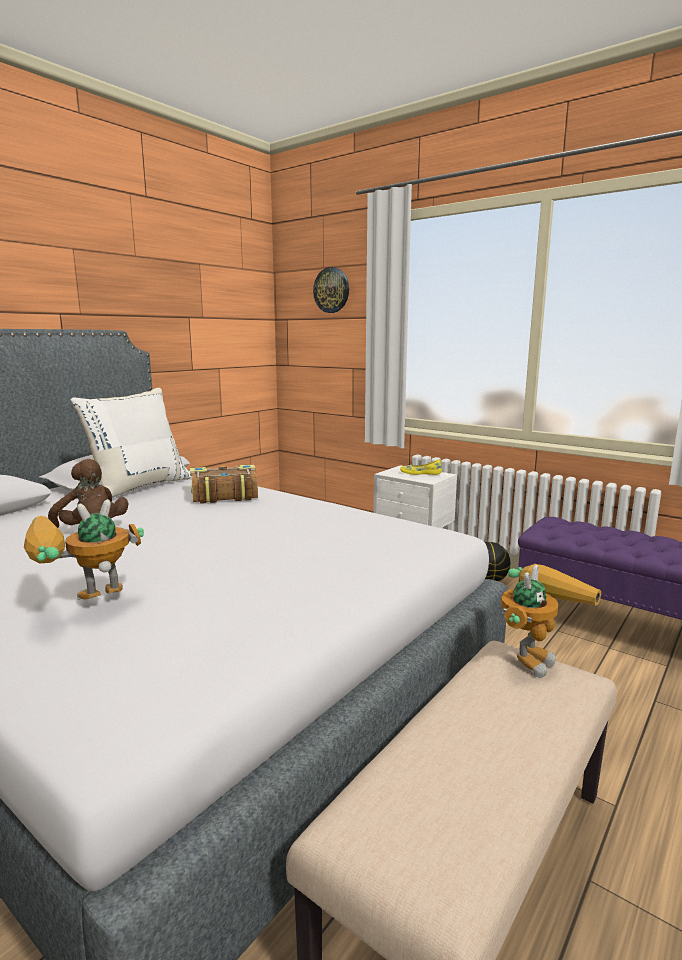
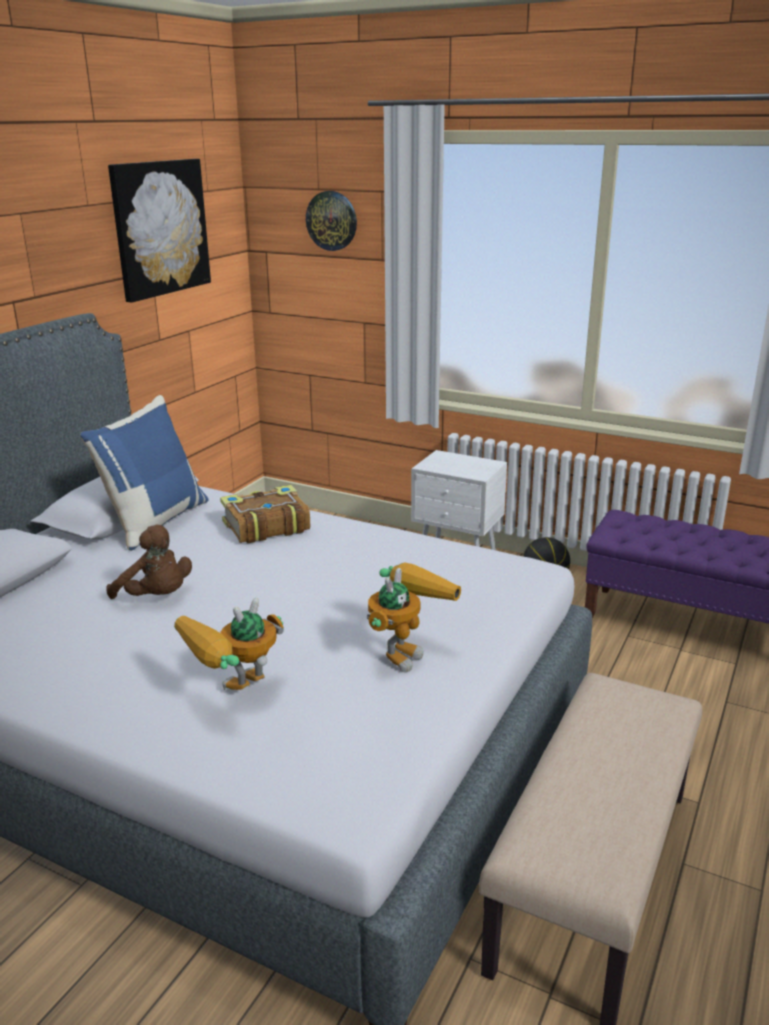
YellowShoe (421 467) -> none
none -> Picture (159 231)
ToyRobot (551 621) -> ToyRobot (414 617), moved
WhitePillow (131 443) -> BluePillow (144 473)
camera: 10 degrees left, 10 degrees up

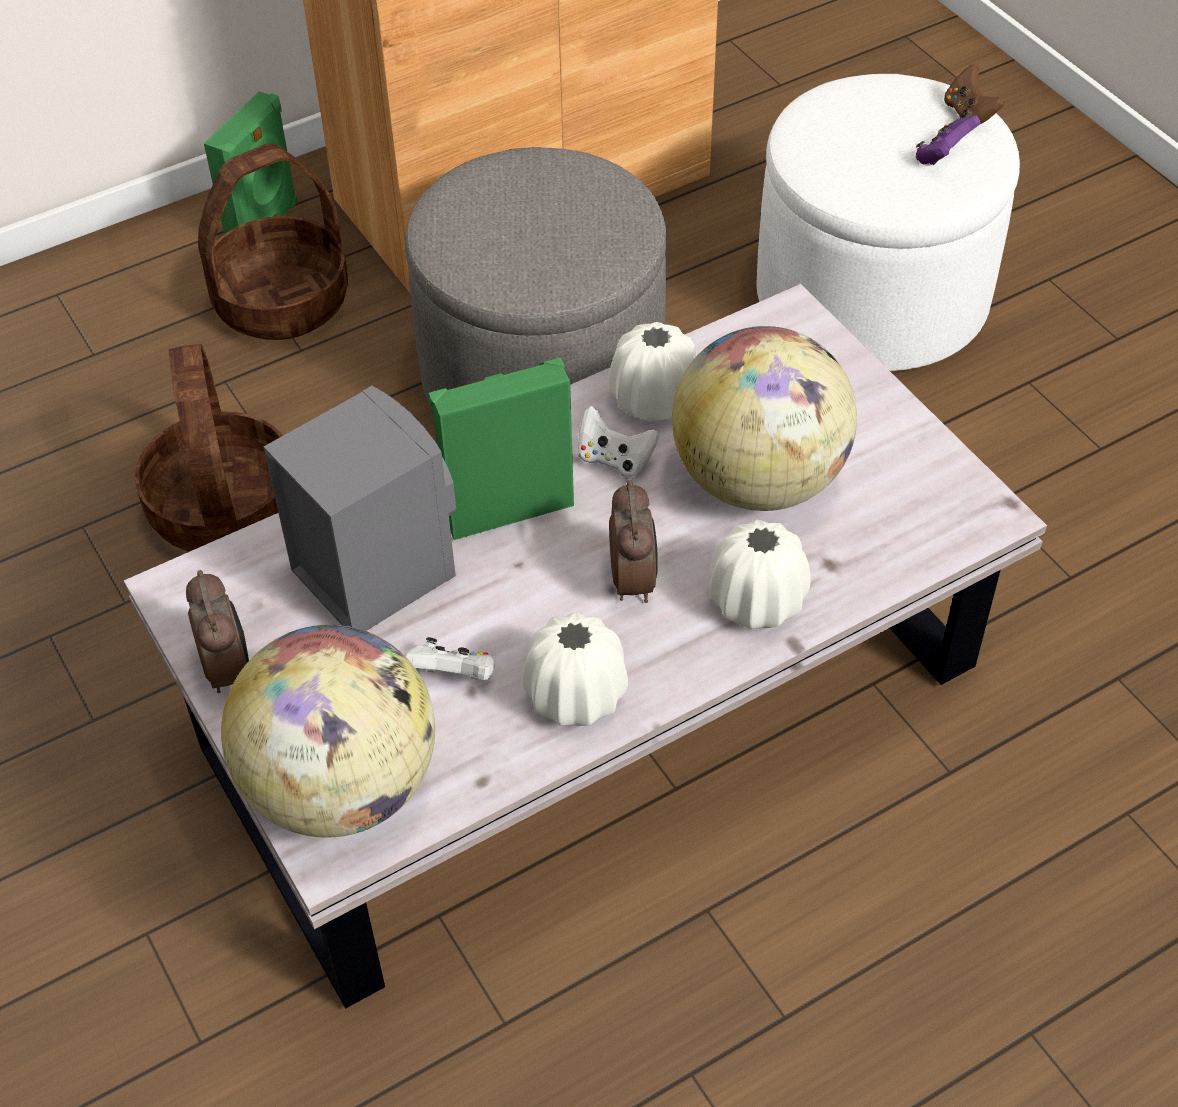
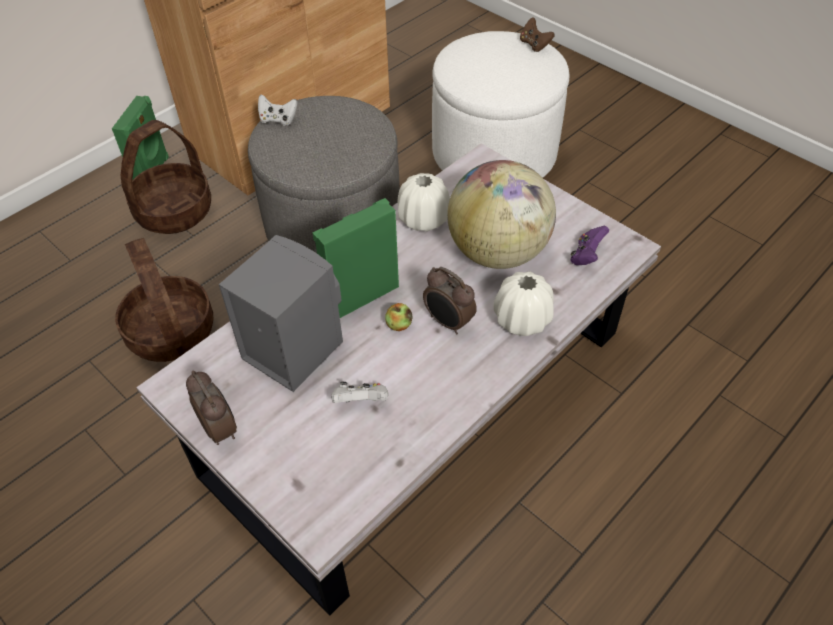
Globe (328 731) -> none
WhiteVase (575 669) -> none
none -> Apple (399 317)
WhiteGameController (618 442) -> WhiteGameController (278 110), moved
PurpleGameController (948 140) -> PurpleGameController (589 245), moved
AlarmClock (633 541) -> AlarmClock (450 300), 150 degrees clockwise
camera: 15 degrees left, 0 degrees up

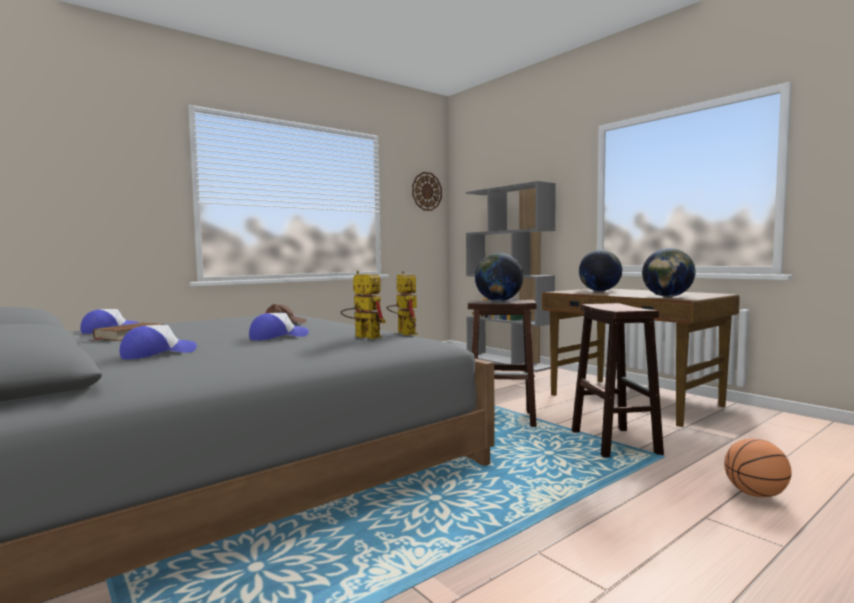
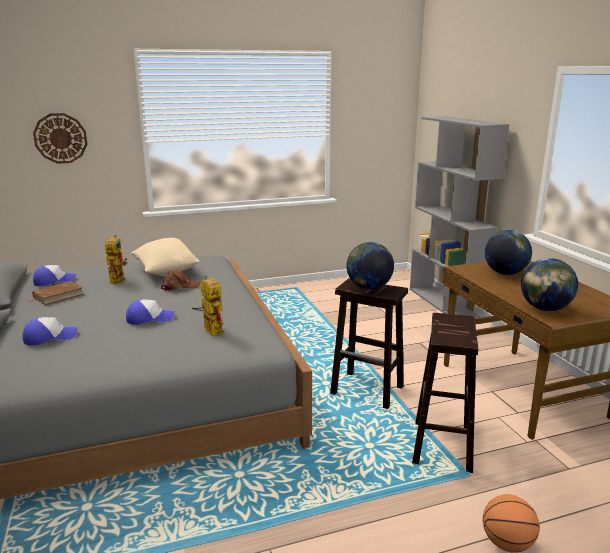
none -> BeigePillow (165 257)
ToyRobot (402 303) -> ToyRobot (116 259), moved
WallClock (427 191) -> WallClock (60 138), moved
camera: 20 degrees right, 15 degrees up

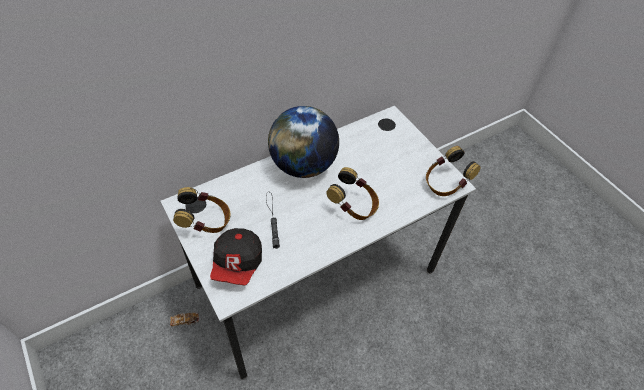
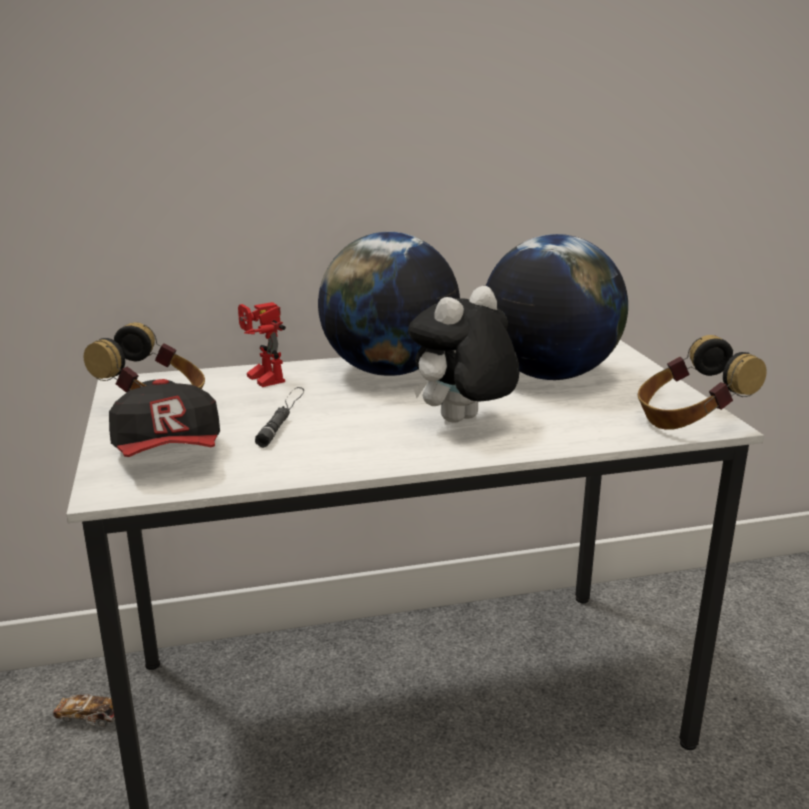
none -> ToyRobot (262 344)
none -> Globe (557 307)
Headphones (352 193) -> PlushToy (463 354)
Cap (236 257) -> Cap (164 418), 45 degrees counterclockwise
camera: 20 degrees right, 30 degrees down

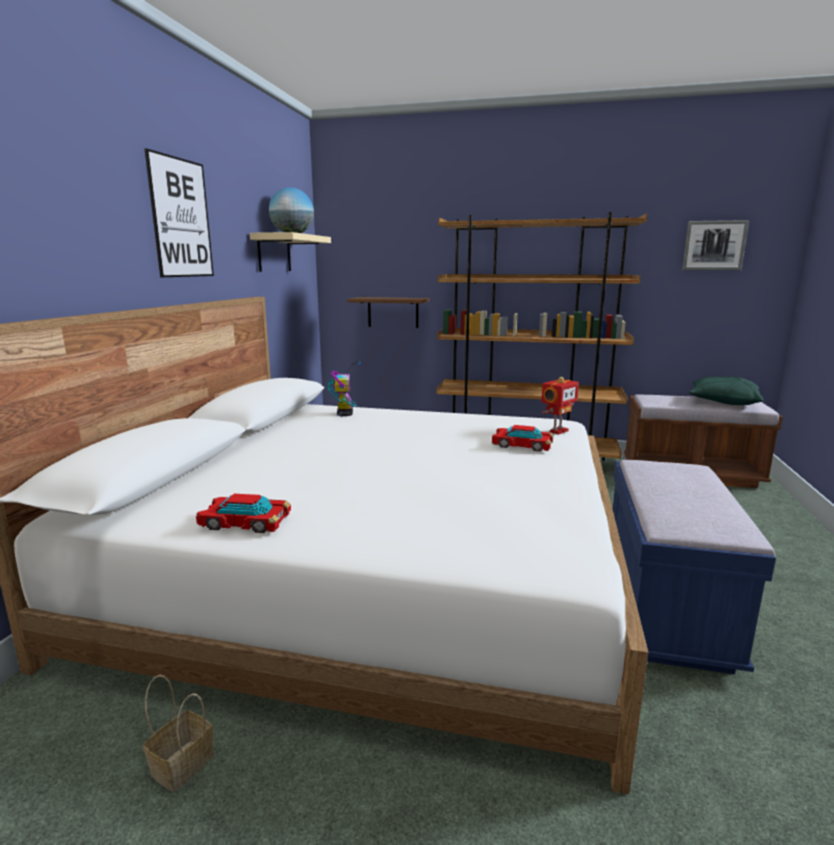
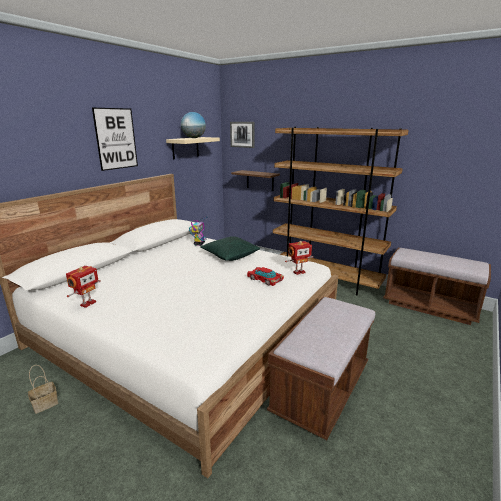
Picture (715 245) -> Picture (242 135), moved
GreenPillow (726 390) -> GreenPillow (230 248), moved
ToyCar (243 513) -> ToyRobot (83 287)
BlueBench (694 567) -> BrownBench (321 368)
camera: 20 degrees right, 5 degrees up

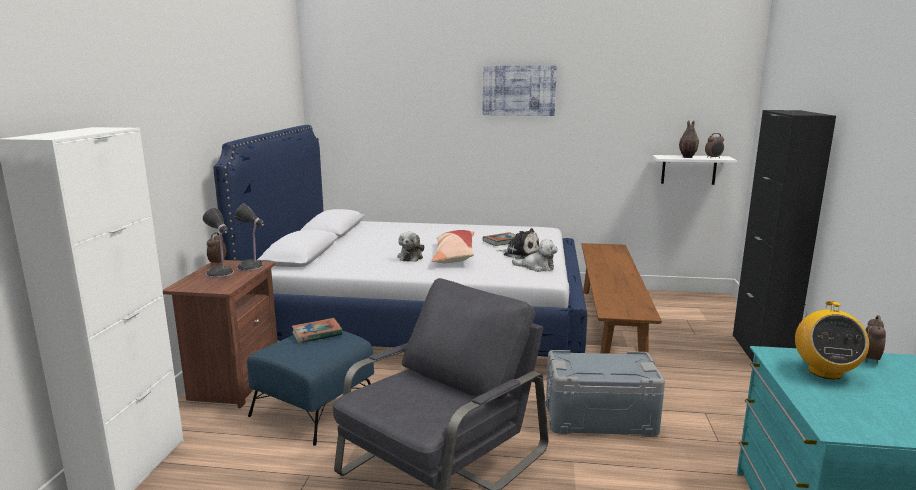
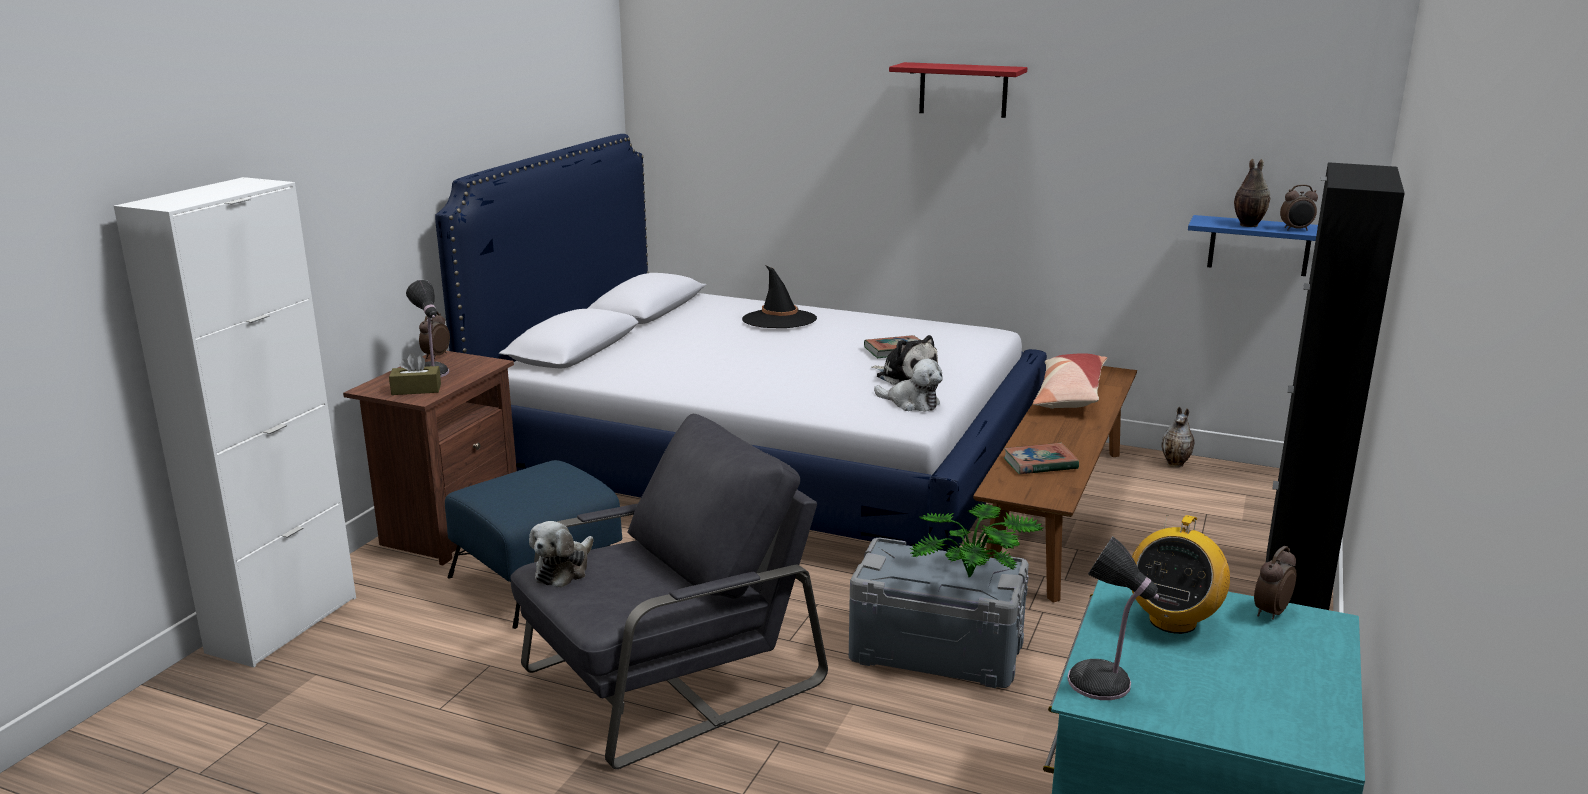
none -> BrownTissueBox (415 374)
none -> BlackHat (779 296)
none -> PottedPlant (976 540)
none -> Vase (1178 437)
TableLamp (249 237) -> TableLamp (1113 618), moved
Book (317 330) -> Book (1041 458), moved
PlushToy (410 247) -> PlushToy (561 554), moved
Pillow (453 247) -> Pillow (1070 381), moved
Picture (519 90) -> RedShelf (958 90)
WhiteShelf (694 170) -> BlueShelf (1253 245)
camera: 15 degrees right, 5 degrees up

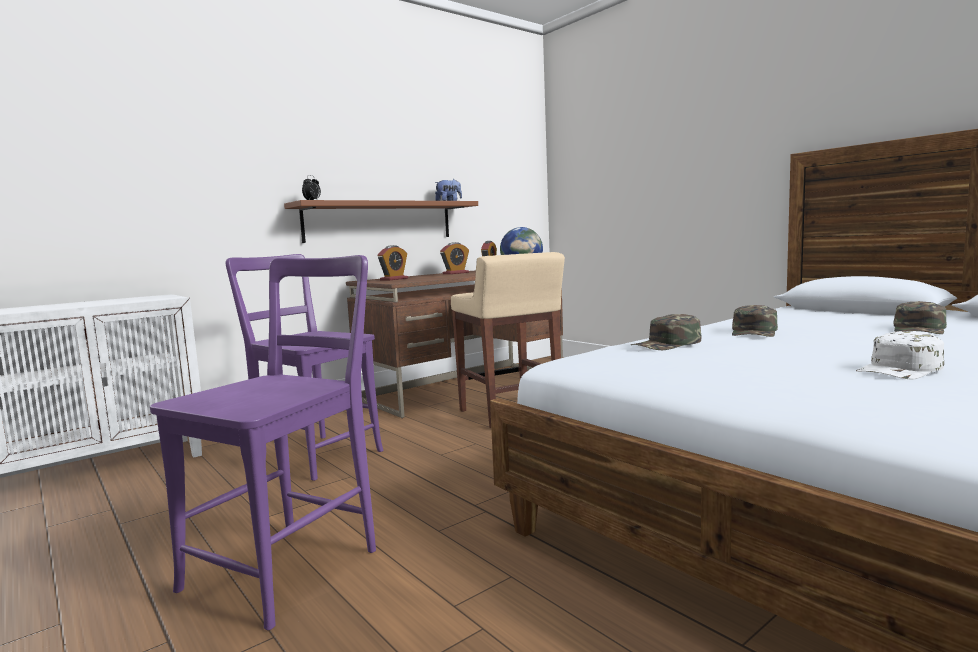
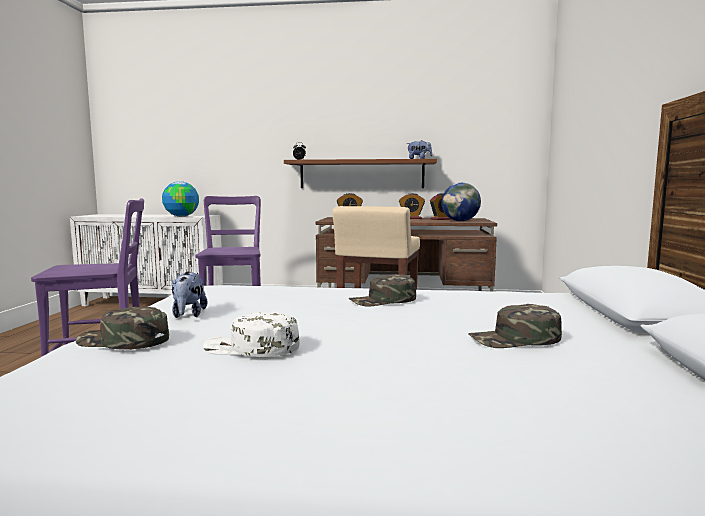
none -> Globe (180 199)
none -> PlushToy (190 295)
GreenCap (666 332) -> GreenCap (122 328), moved
camera: 45 degrees right, 0 degrees up

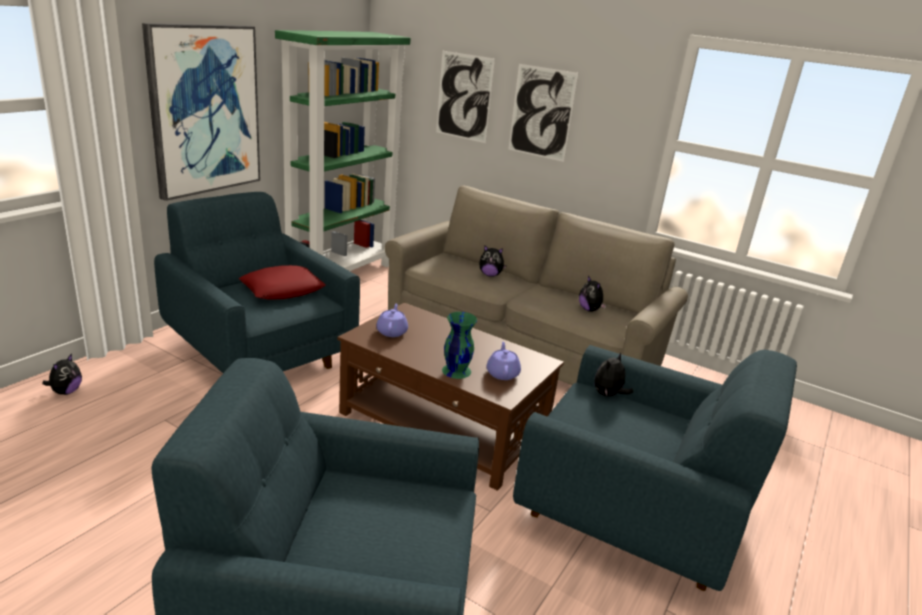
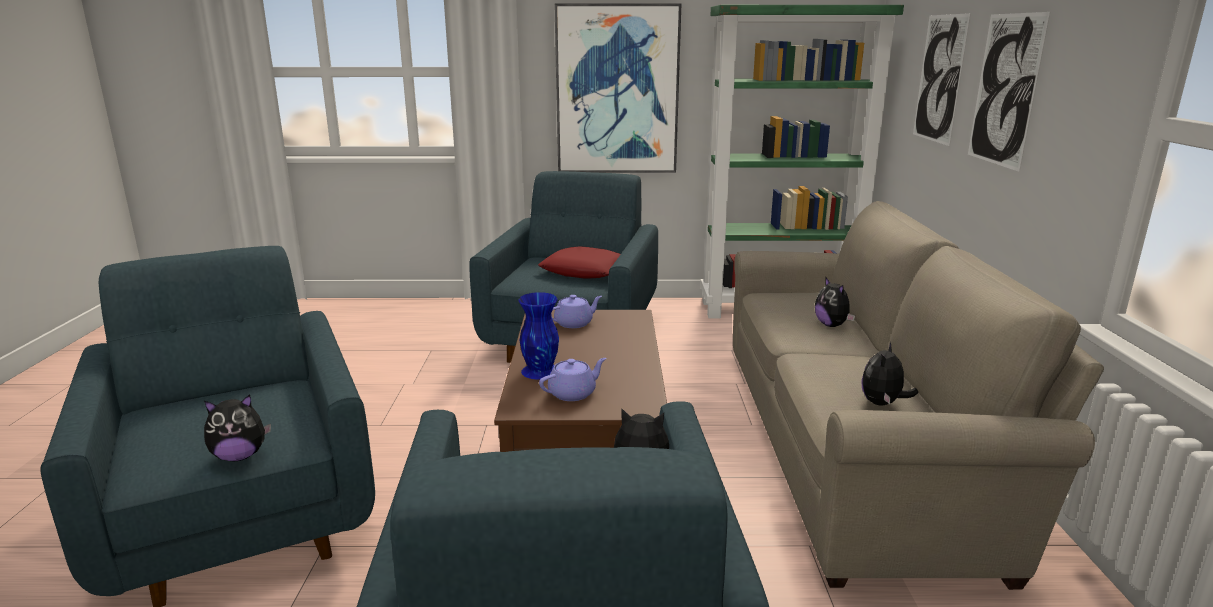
PlushToy (62 374) -> PlushToy (237 428), moved
GreenVase (459 345) -> BlueVase (538 336)
camera: 60 degrees right, 5 degrees down

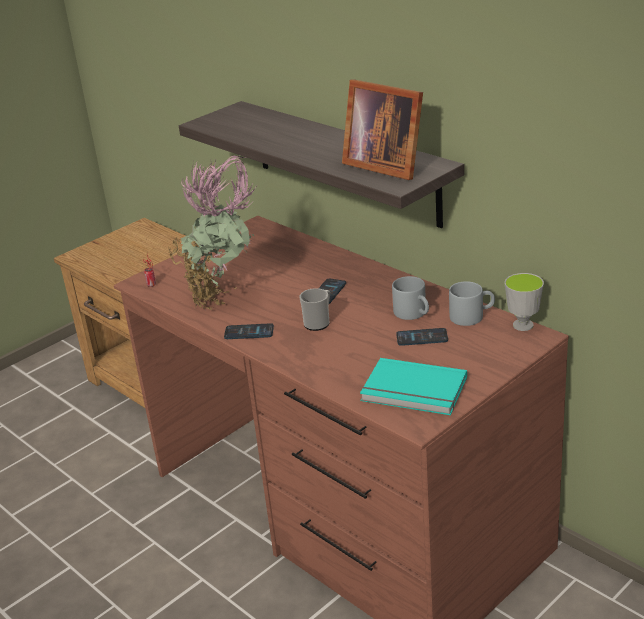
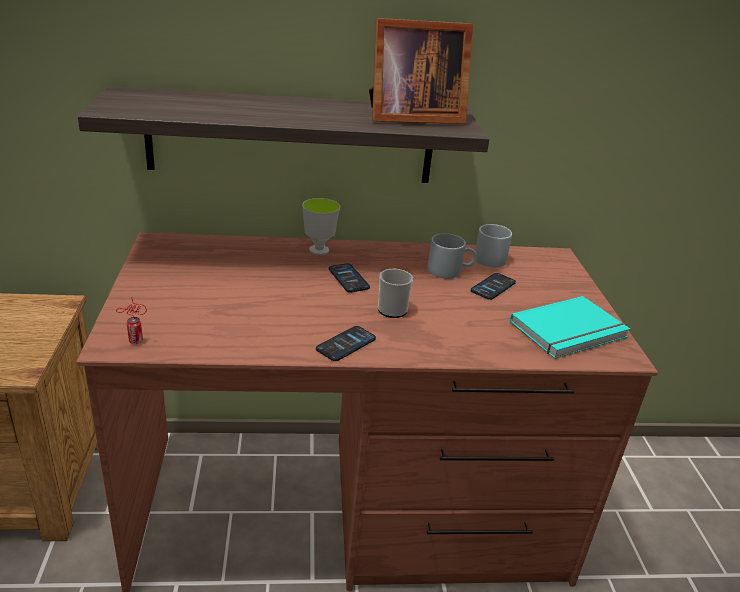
PottedPlant (211 233) -> none
Cup (524 302) -> Cup (321 226), moved
camera: 55 degrees left, 0 degrees up

